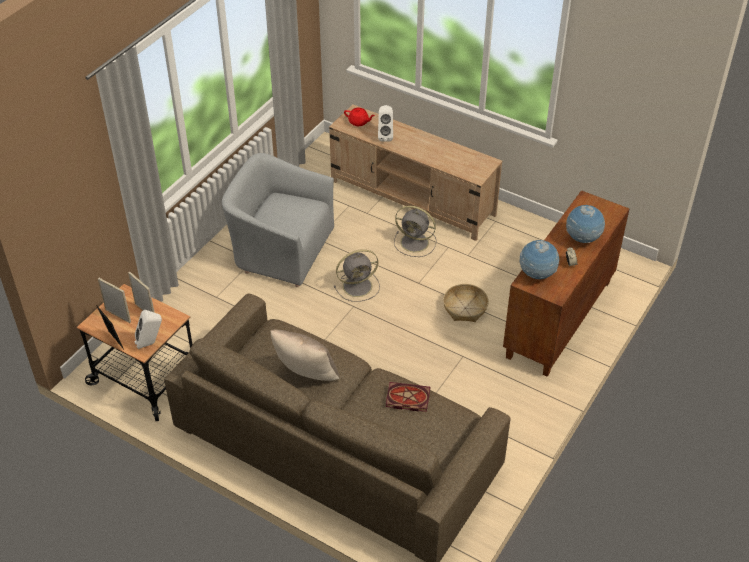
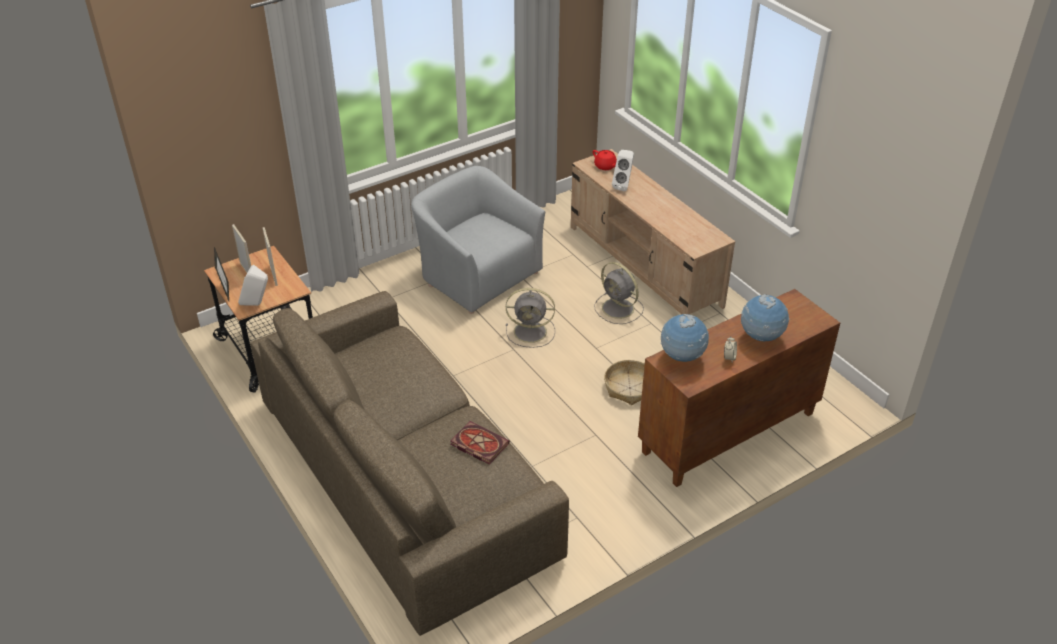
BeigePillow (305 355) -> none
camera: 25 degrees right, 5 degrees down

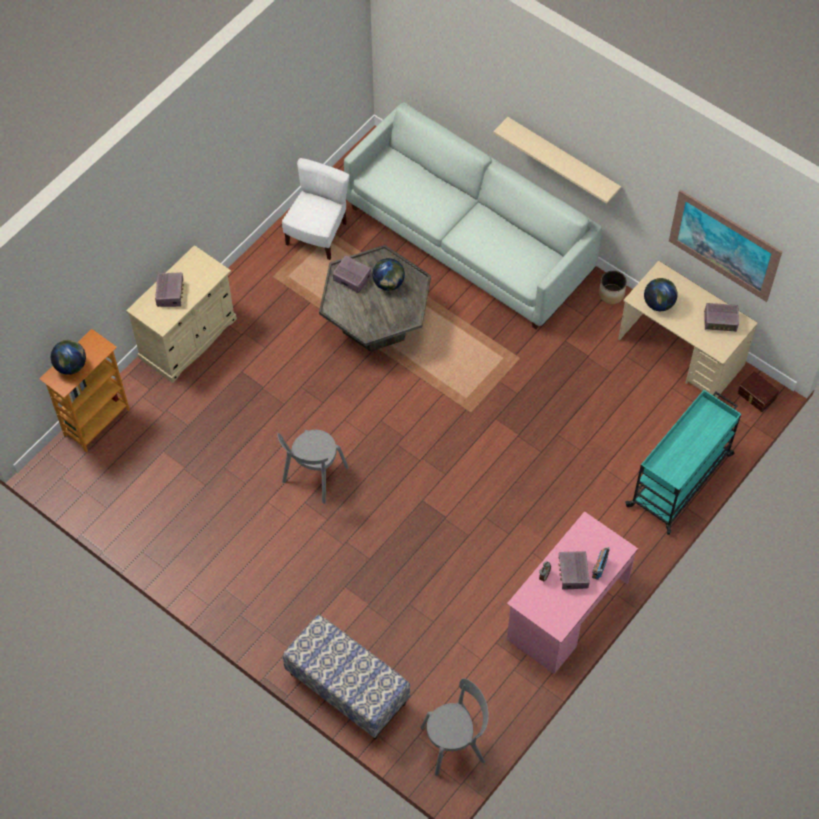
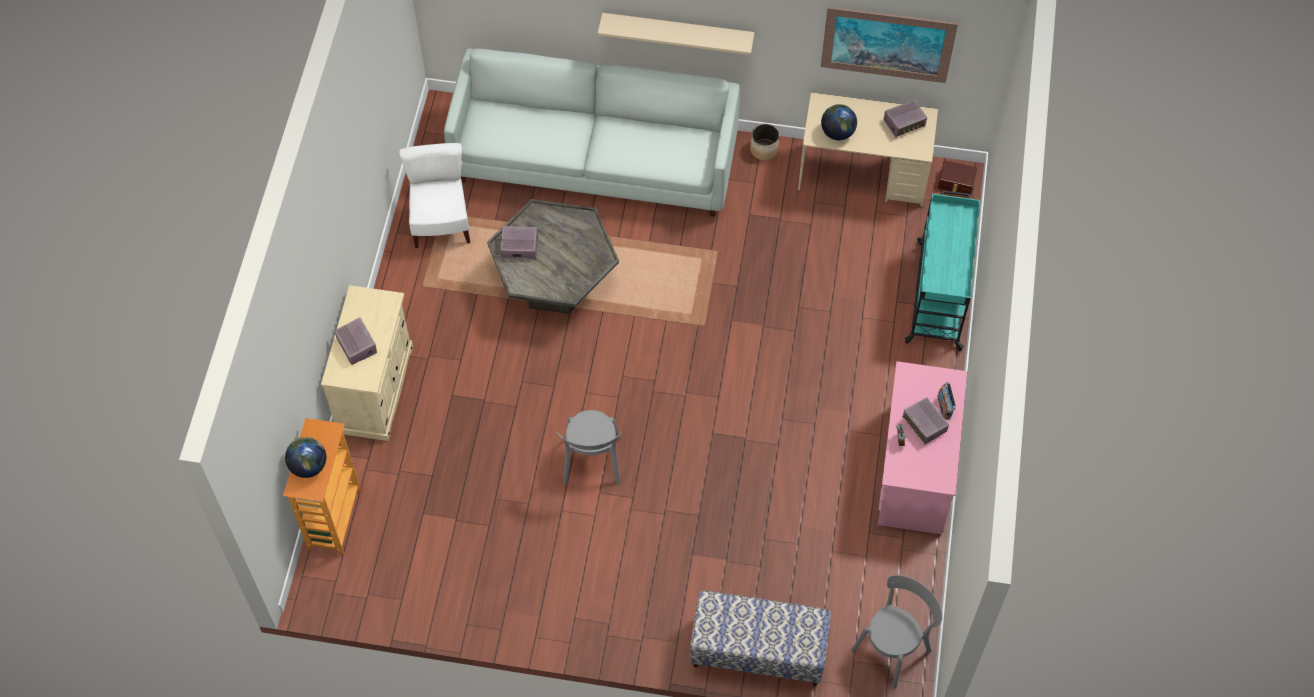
Globe (388 274) -> none
camera: 30 degrees left, 0 degrees up

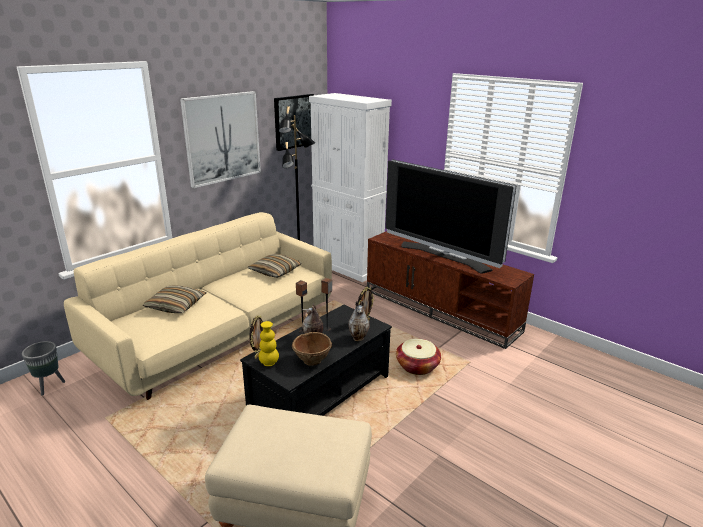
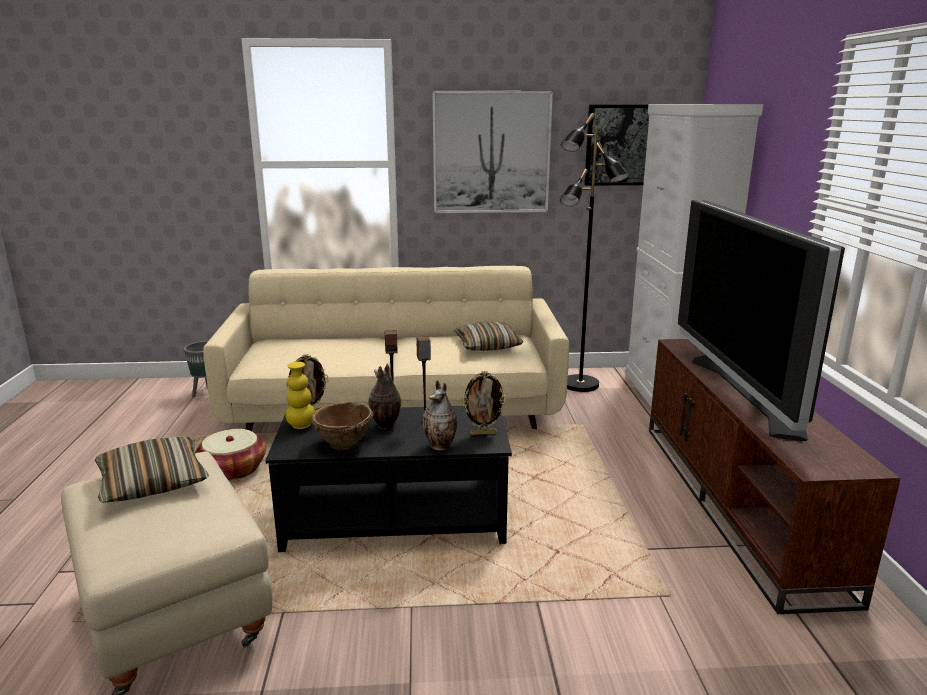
Pillow (174 299) -> Pillow (152 470), moved
Basket (418 357) -> Basket (230 455), moved
camera: 45 degrees right, 5 degrees down

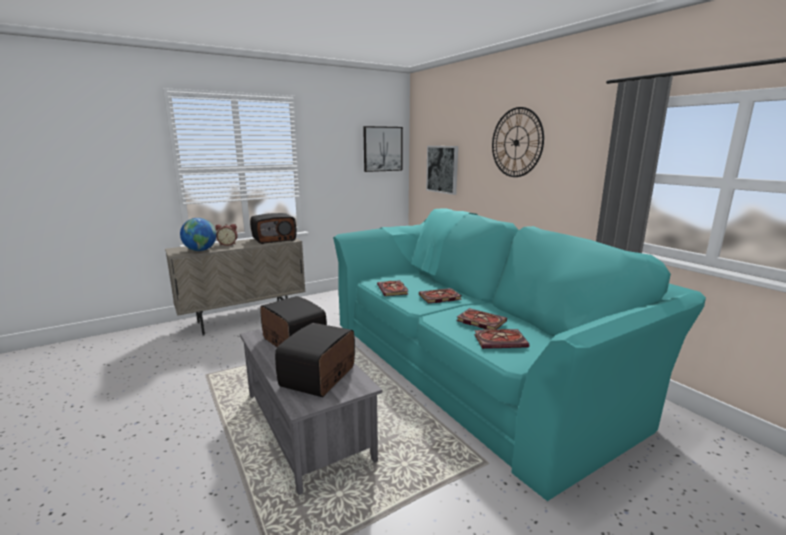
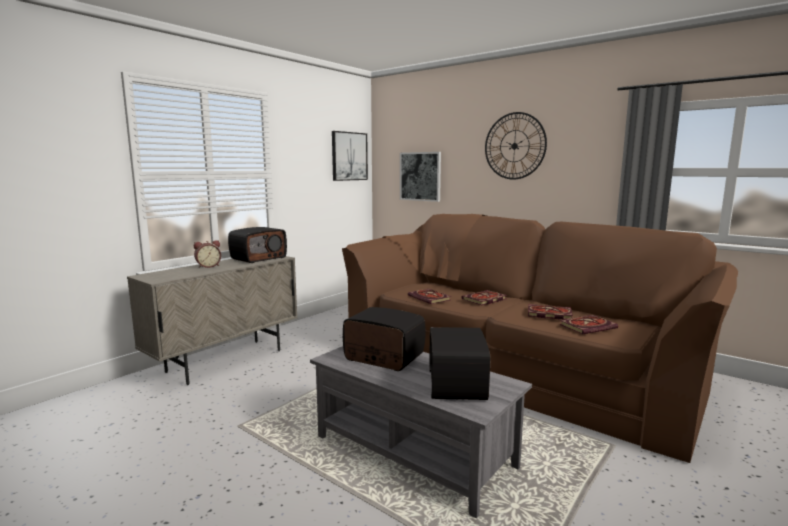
Globe (198 234) -> none
TurquoiseSofa (519 354) -> BrownSofa (540 338)
camera: 20 degrees left, 5 degrees down

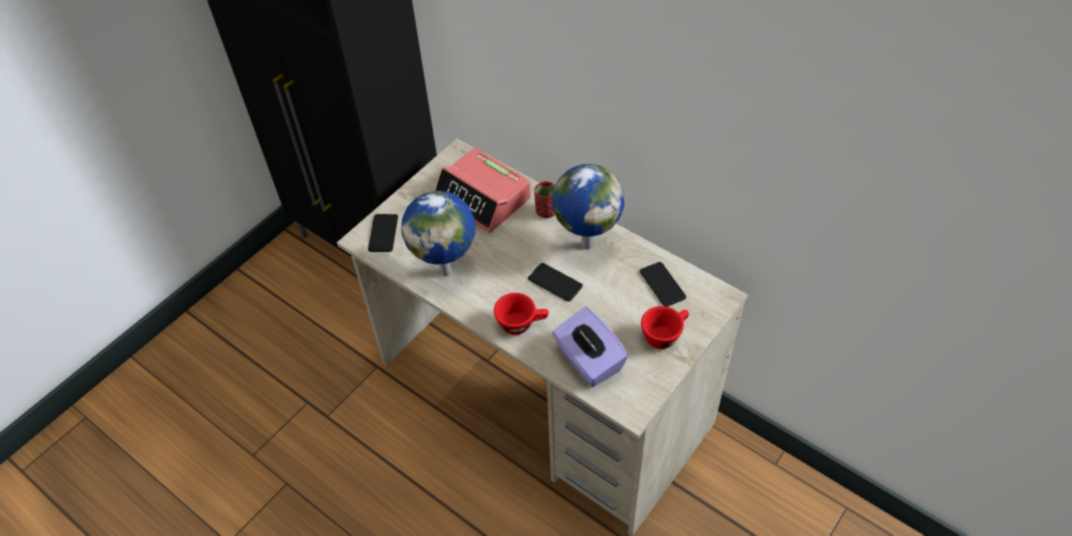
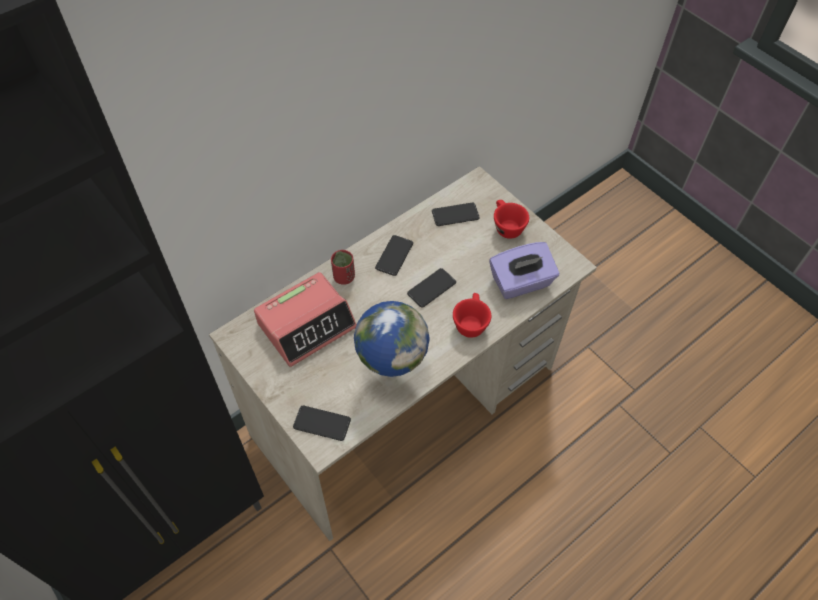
Globe (588 207) -> Phone (394 255)
camera: 80 degrees left, 5 degrees up

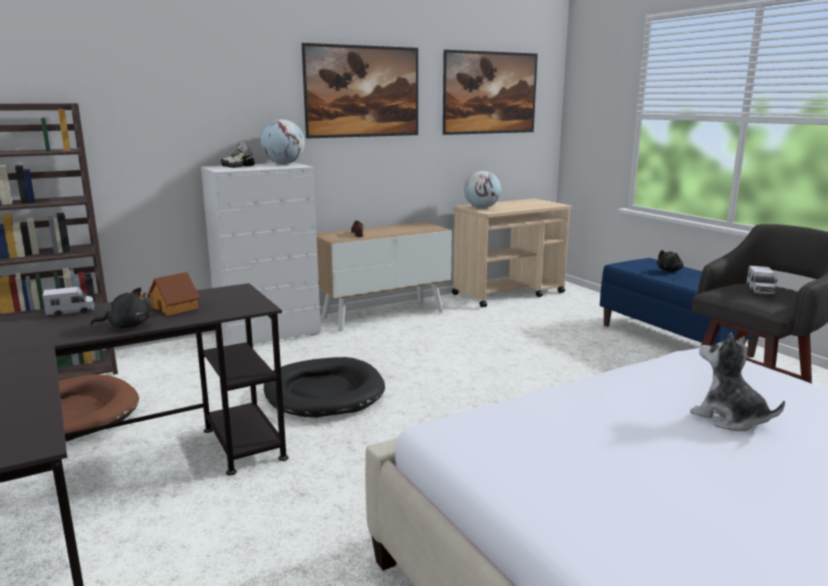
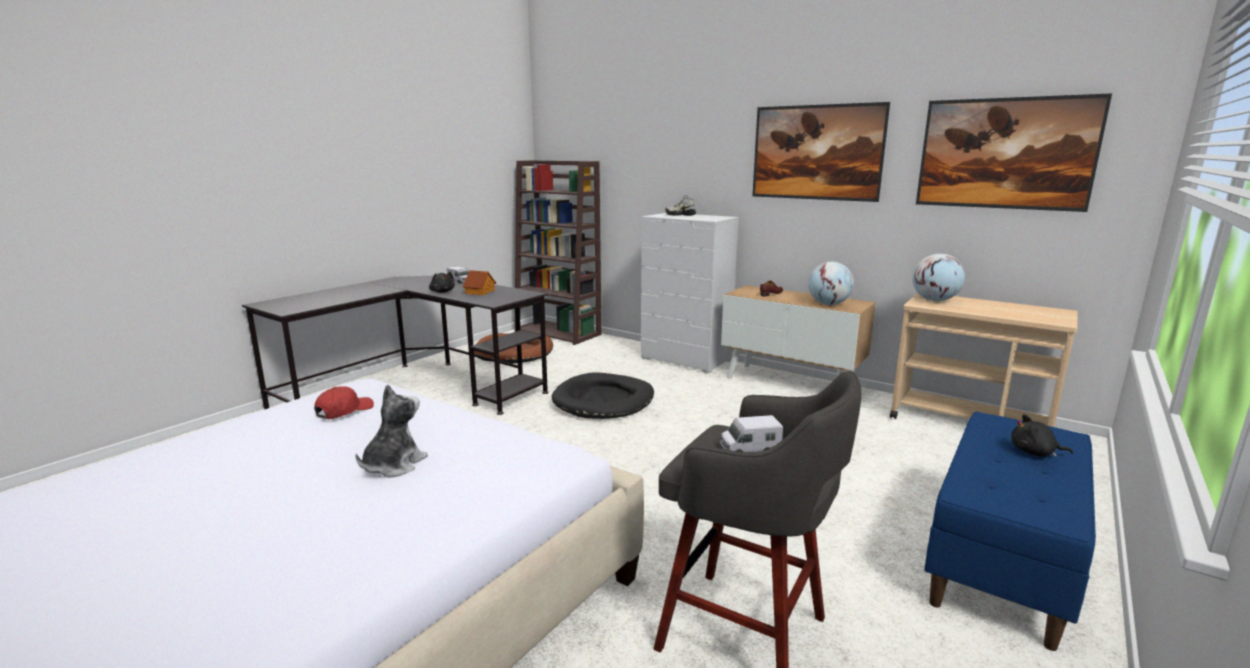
none -> RedCap (344 402)
Globe (283 141) -> Globe (831 283), moved
camera: 65 degrees right, 0 degrees up

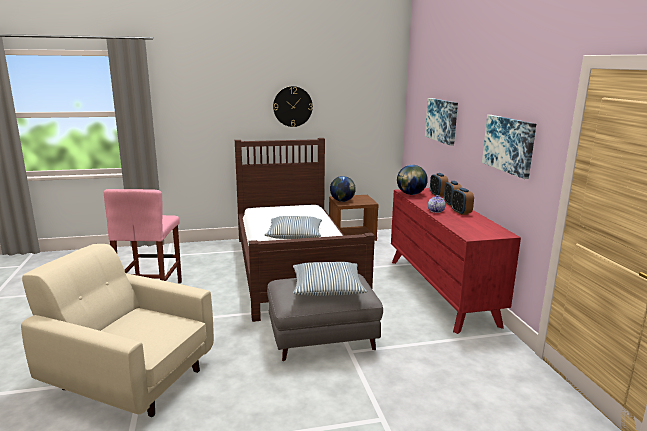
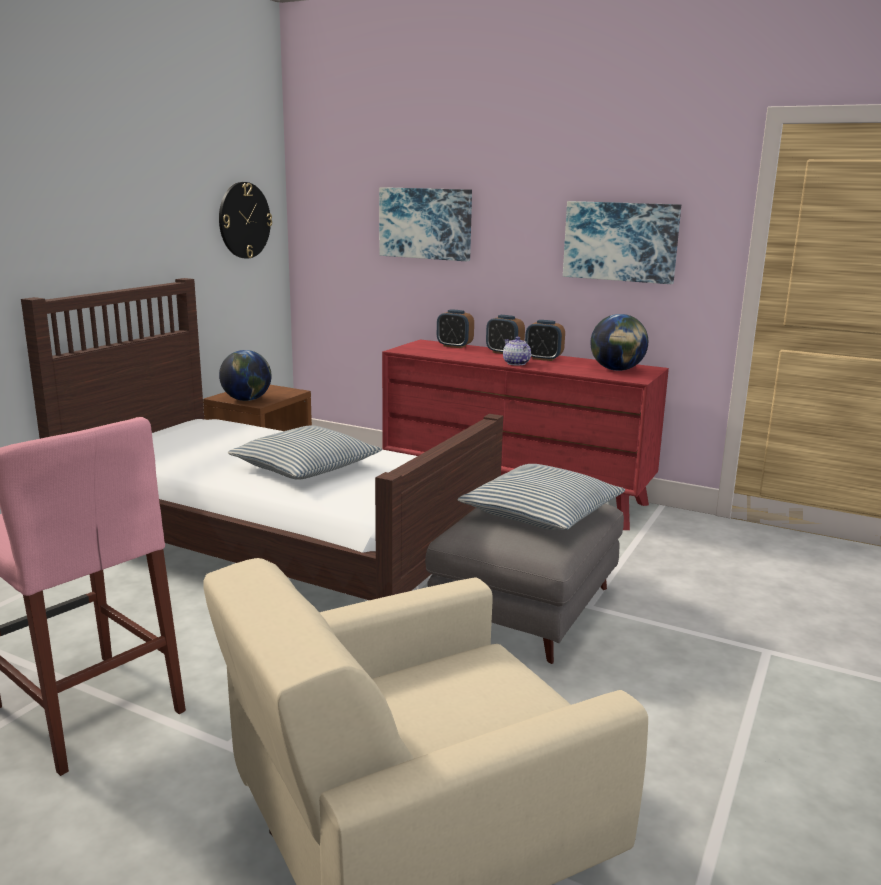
WallClock (293 106) -> WallClock (245 220), moved
Globe (412 180) -> Globe (619 342), moved
camera: 50 degrees left, 0 degrees up

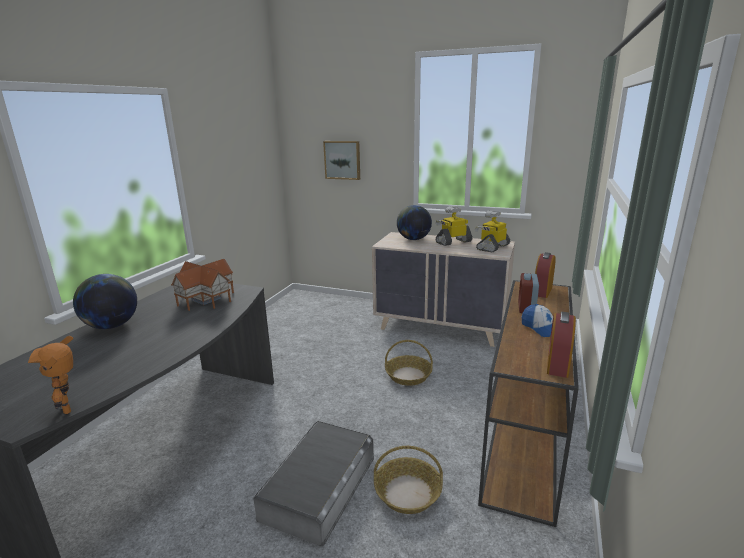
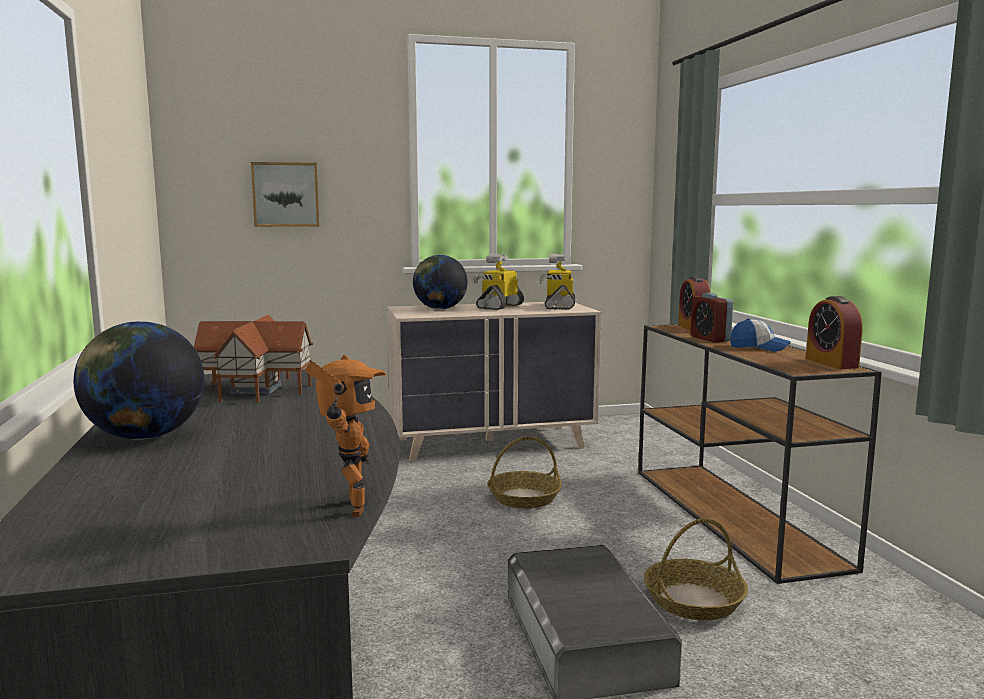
ToyRobot (50 374) -> ToyRobot (345 436), 120 degrees counterclockwise
camera: 35 degrees left, 10 degrees down

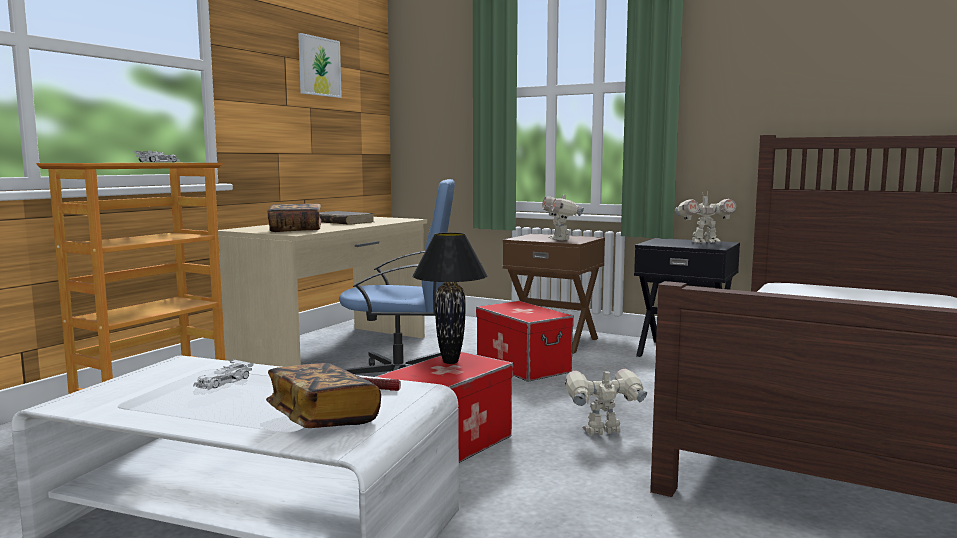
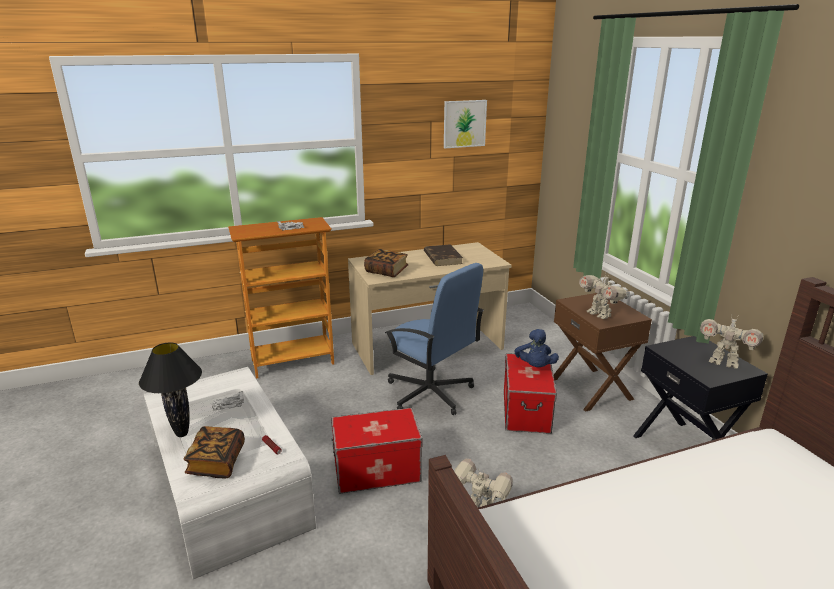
none -> BluePlushToy (536 348)
BlackTableLamp (450 298) -> BlackTableLamp (170 389), moved
ToyRobot (563 217) -> ToyRobot (604 296), 60 degrees counterclockwise
camera: 40 degrees right, 15 degrees up

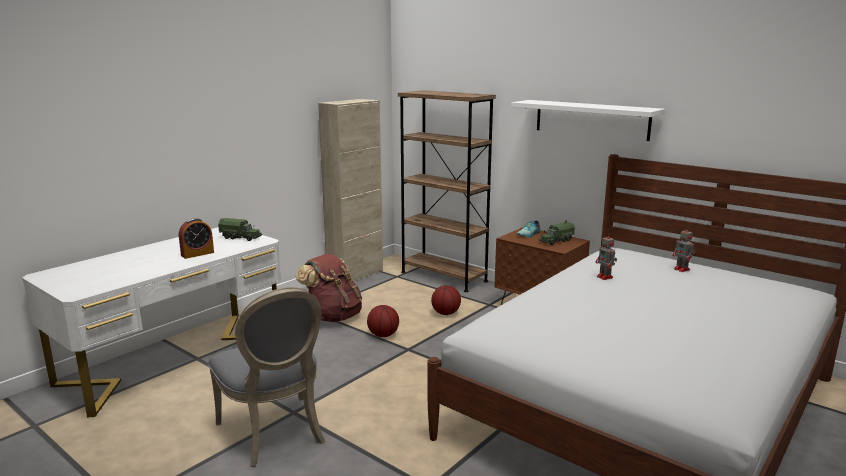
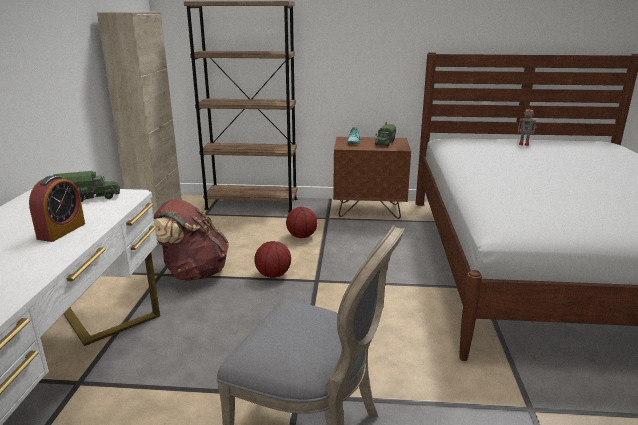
WhiteShelf (588 120) -> none
ToyRobot (606 256) -> none
camera: 35 degrees left, 5 degrees up

